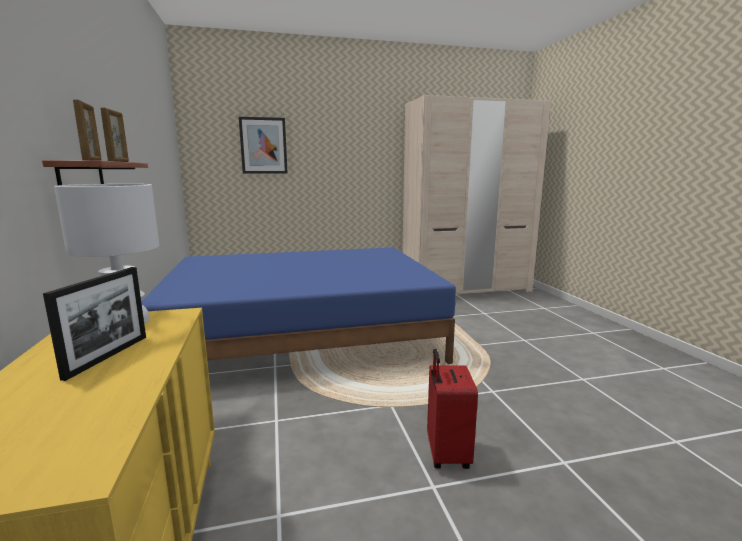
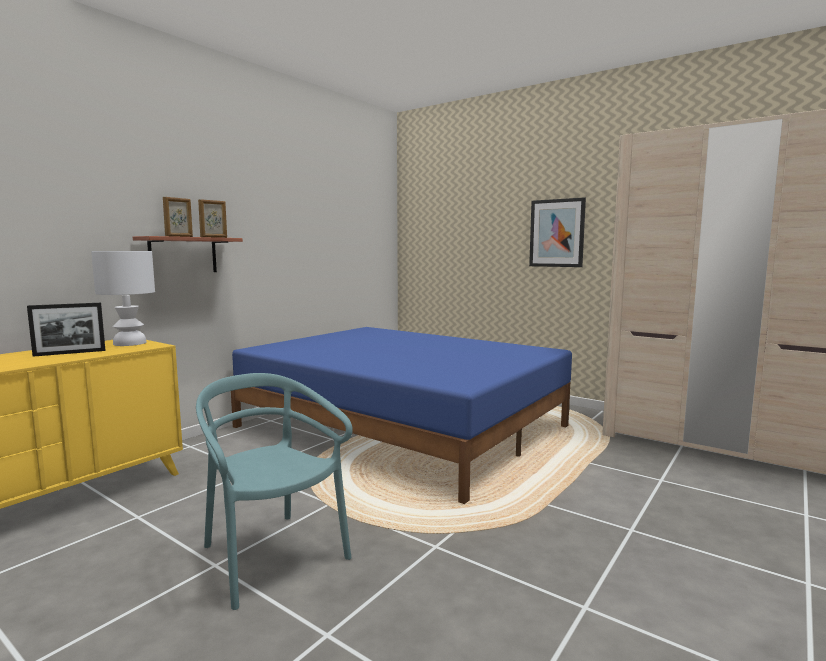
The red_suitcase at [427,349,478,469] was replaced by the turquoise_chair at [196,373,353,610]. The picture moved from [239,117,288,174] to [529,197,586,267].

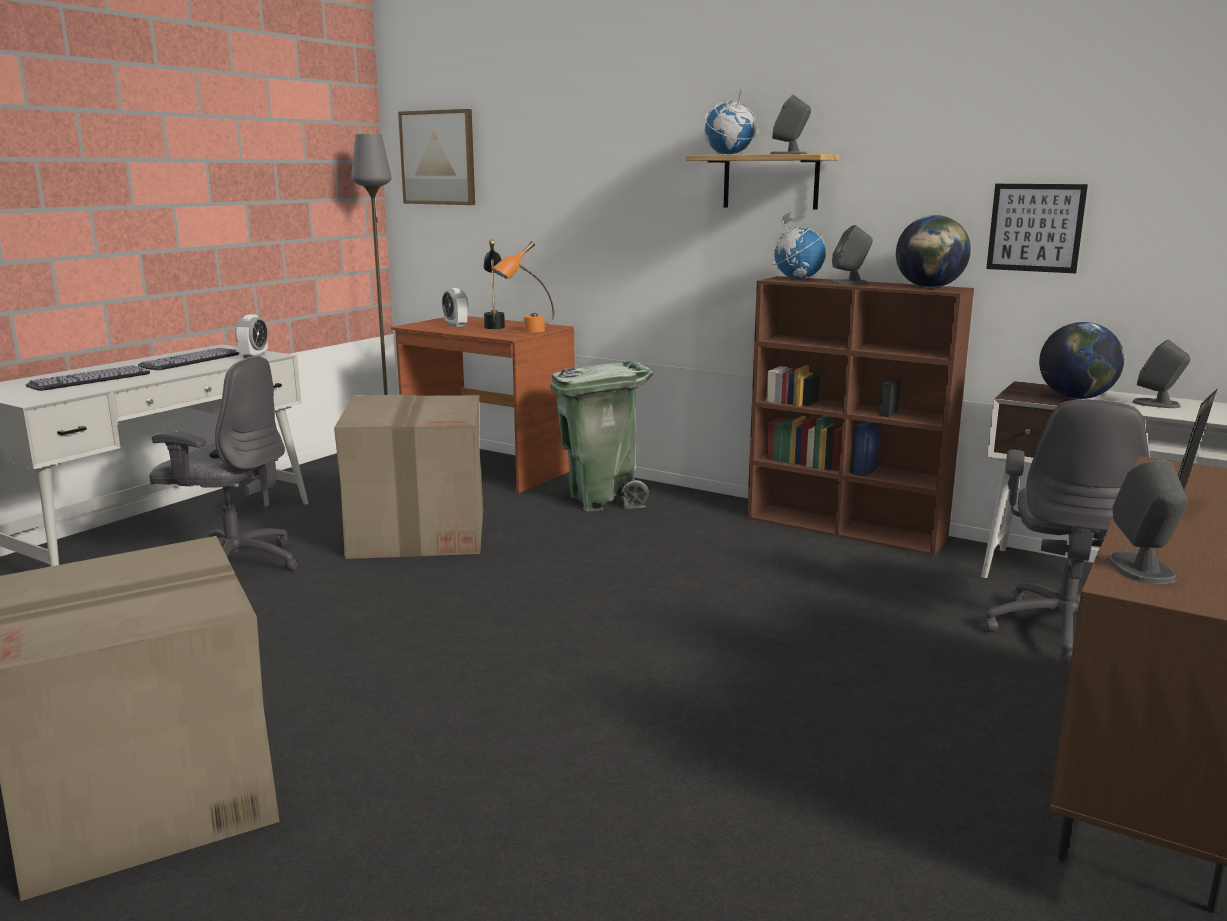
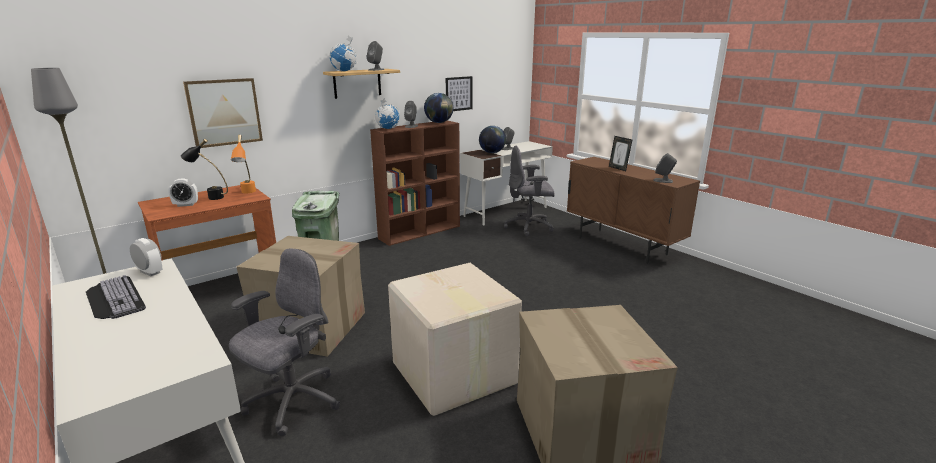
The picture moved from [398,109,475,205] to [183,78,263,148]. The cardboard_box at [388,263,522,416] appeared. The grey_office_chair at [984,399,1149,666] turned 135 degrees clockwise. The keyboard at [26,365,150,391] disappeared.

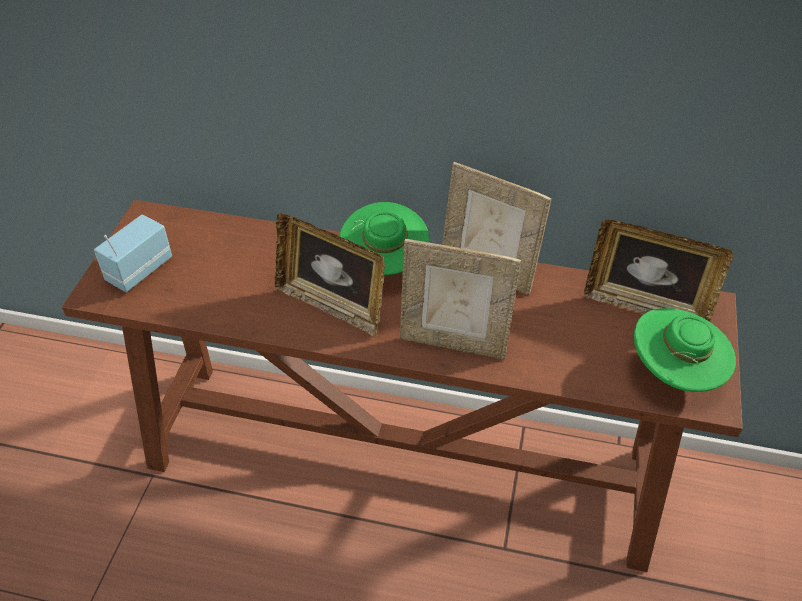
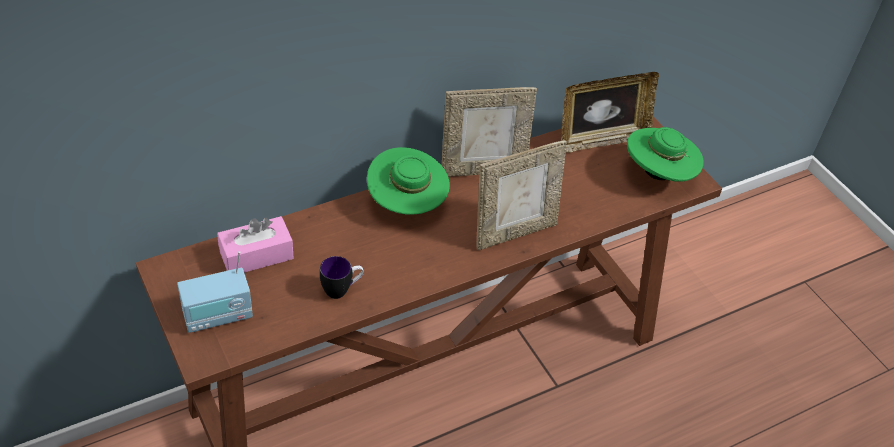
The radio at [94,214,172,292] turned 105 degrees counterclockwise. The pink_tissue_box at [217,216,294,272] appeared. The mug at [320,256,364,299] appeared. The picture_frame at [275,213,385,337] disappeared.

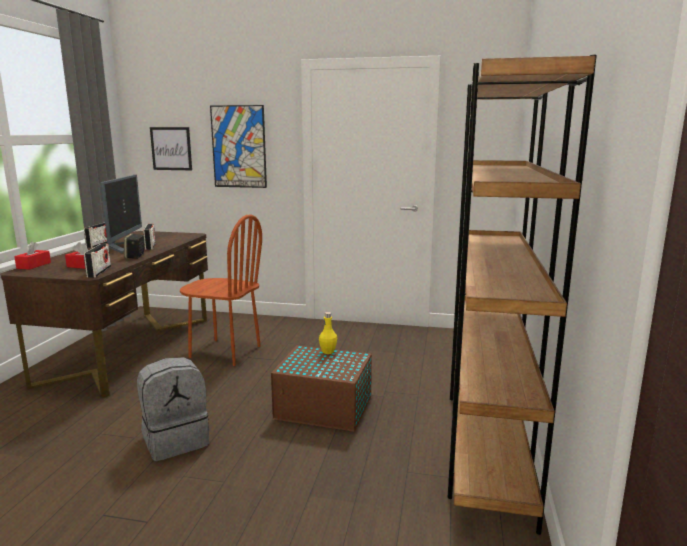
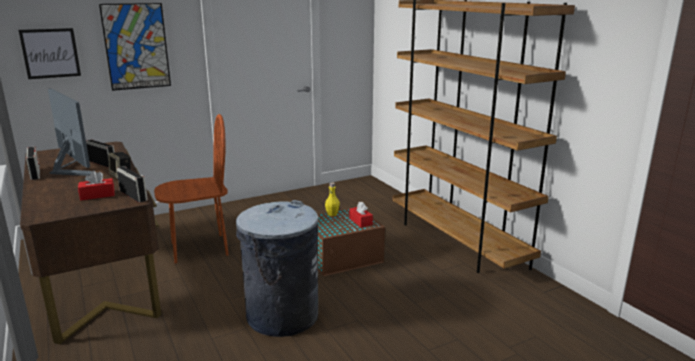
The grey_backpack at [137,357,209,461] was replaced by the grey_trash_can at [236,200,318,337]. The red_tissue_box moved from [14,241,51,270] to [349,202,373,227].

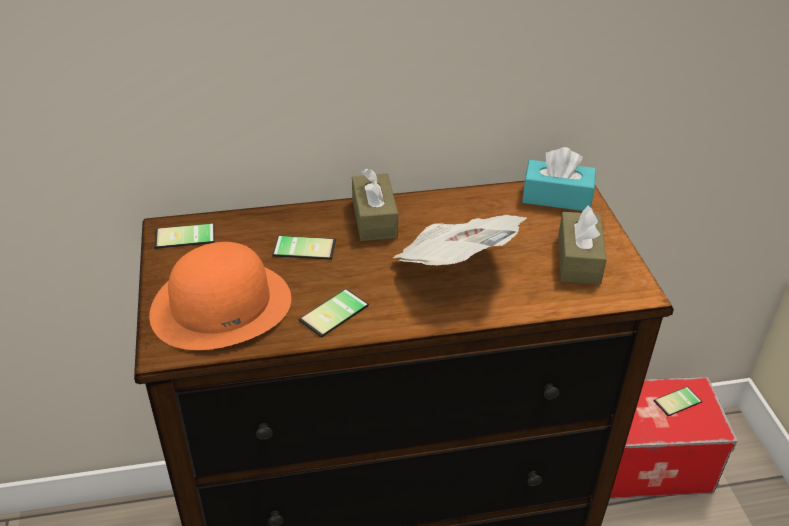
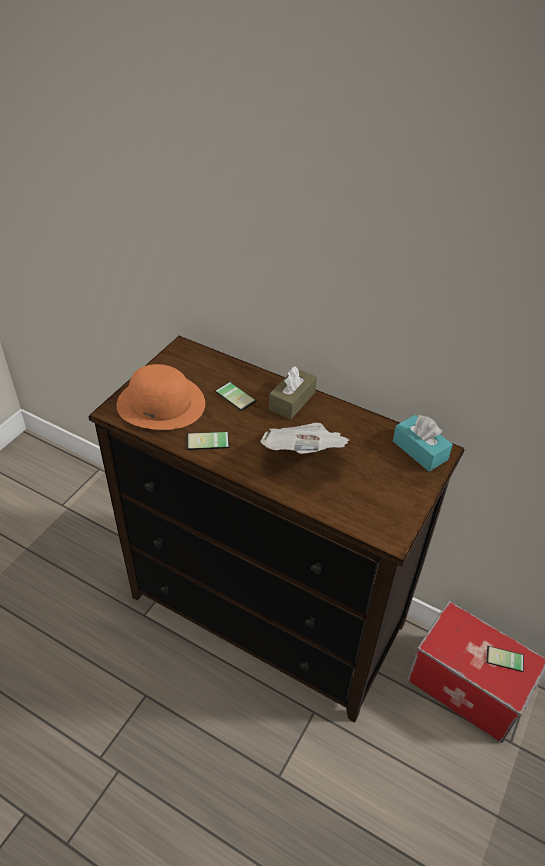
The phone at [154,223,215,249] disappeared. The brown_tissue_box at [558,206,607,284] disappeared.

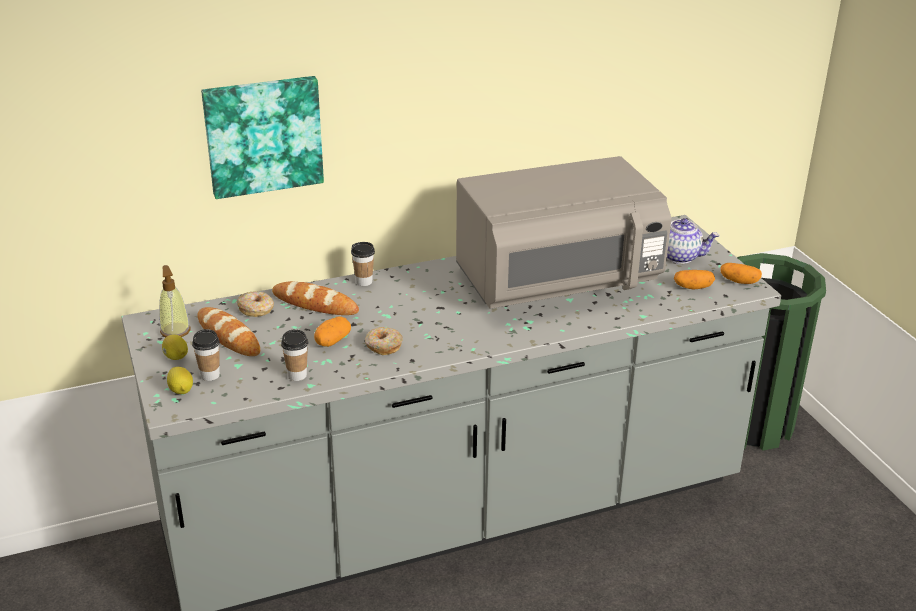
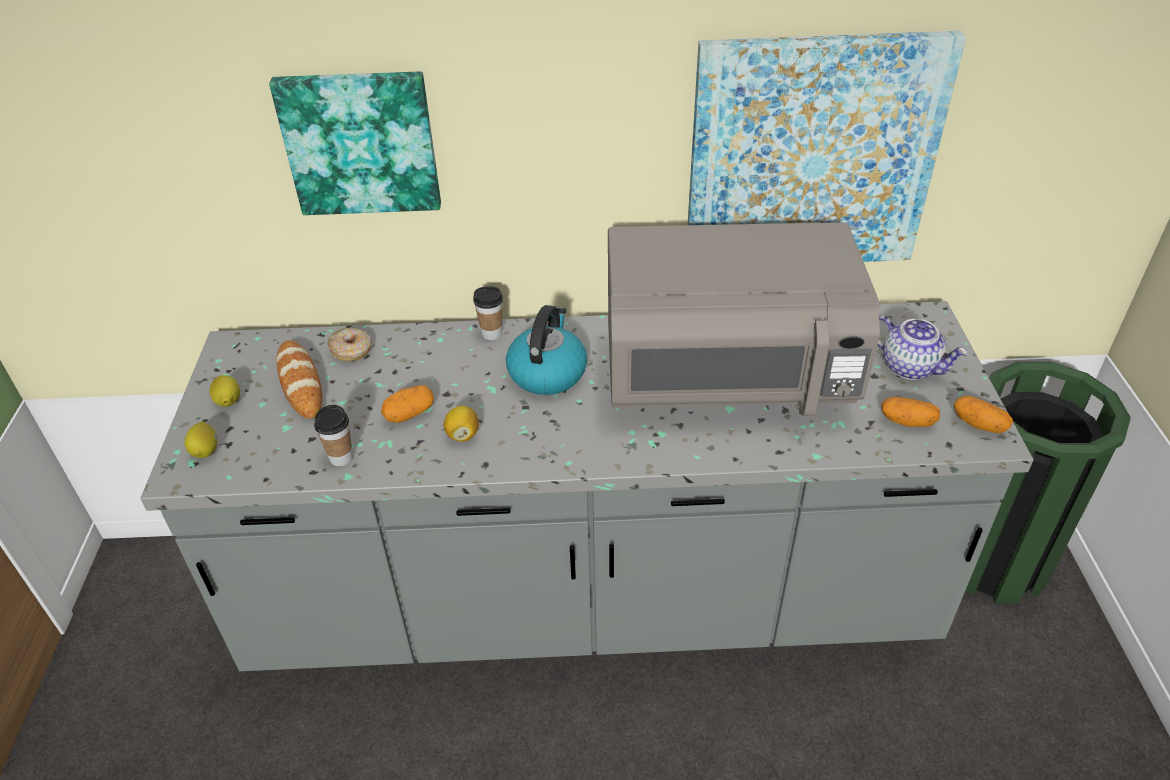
The donut at [365,327,403,355] was replaced by the lemon at [444,406,479,442]. The kettle at [506,305,587,395] appeared. The picture at [688,31,966,262] appeared. The soap_dispenser at [159,265,191,337] disappeared. The cup at [192,329,220,381] disappeared. The bread at [272,281,359,315] disappeared.

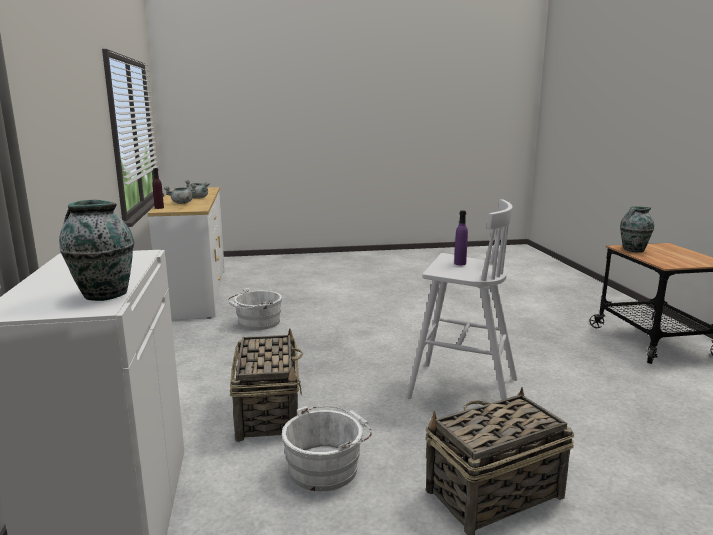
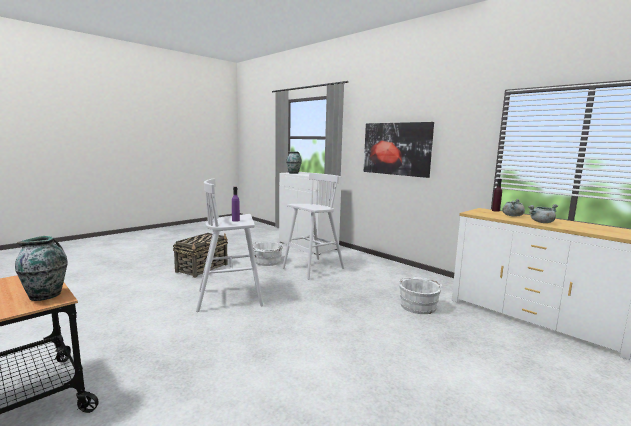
The basket at [230,328,303,442] was replaced by the white_stool at [282,173,345,280]. The picture at [364,122,434,178] appeared.

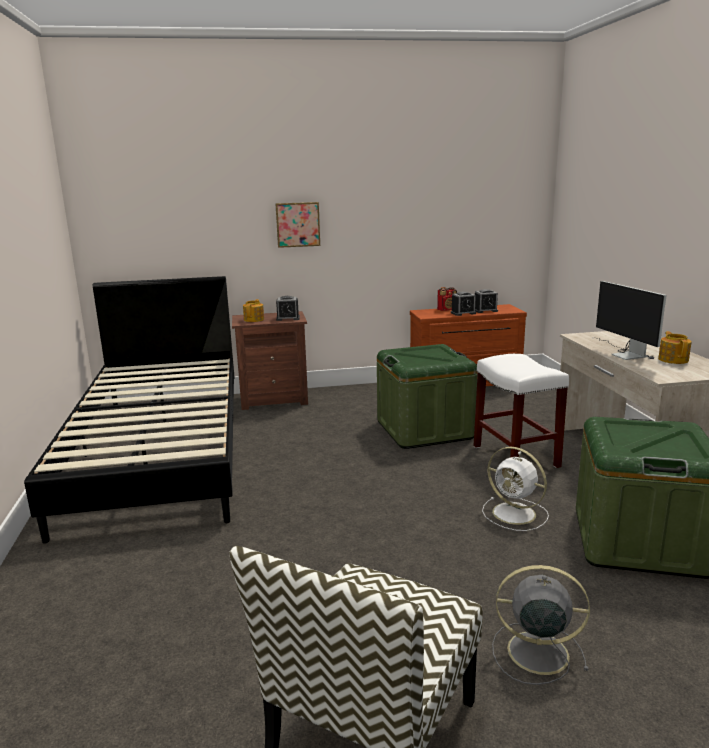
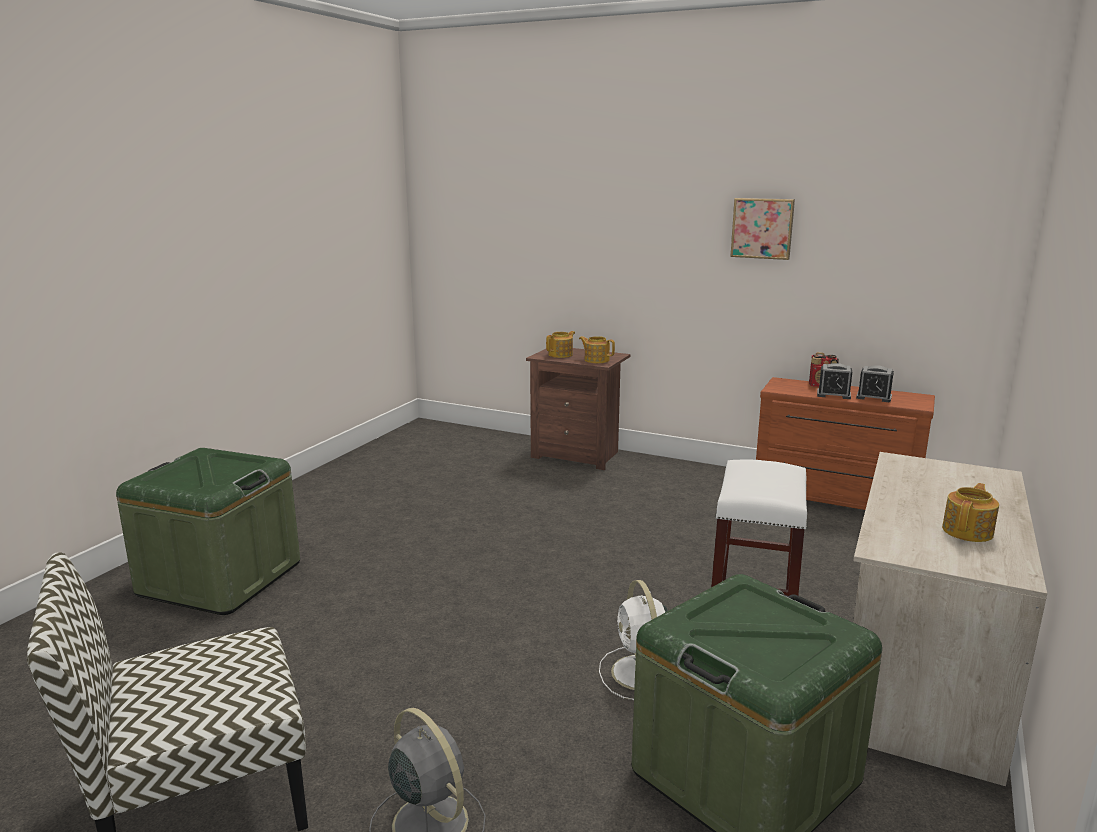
The green_storage_box moved from [377,344,478,449] to [116,448,300,615]. The alarm_clock at [276,296,300,321] was replaced by the teapot at [579,336,615,363]. The picture moved from [275,202,320,248] to [730,198,795,260]. The black_bed at [24,276,234,544] disappeared. The monitor at [596,281,667,360] disappeared.

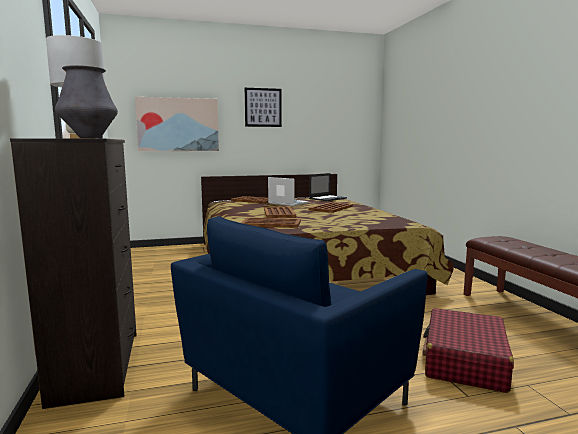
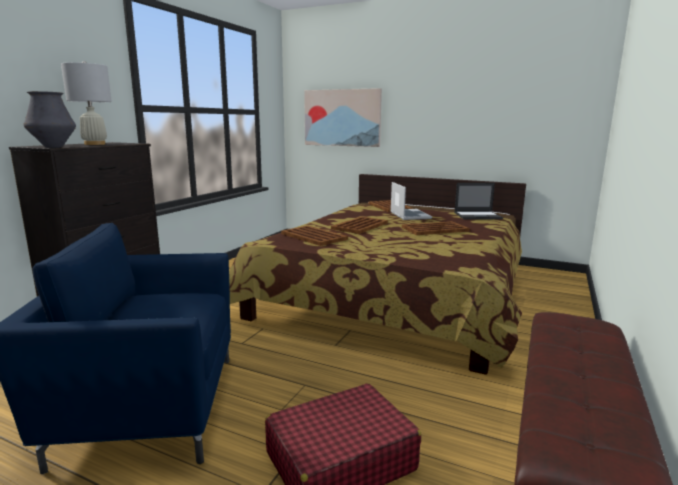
The picture at [245,88,282,127] disappeared.

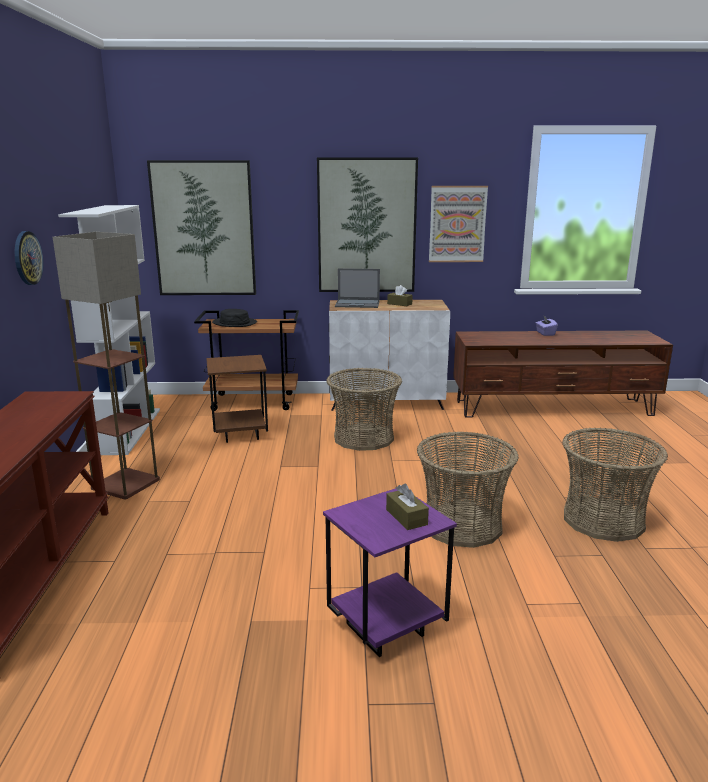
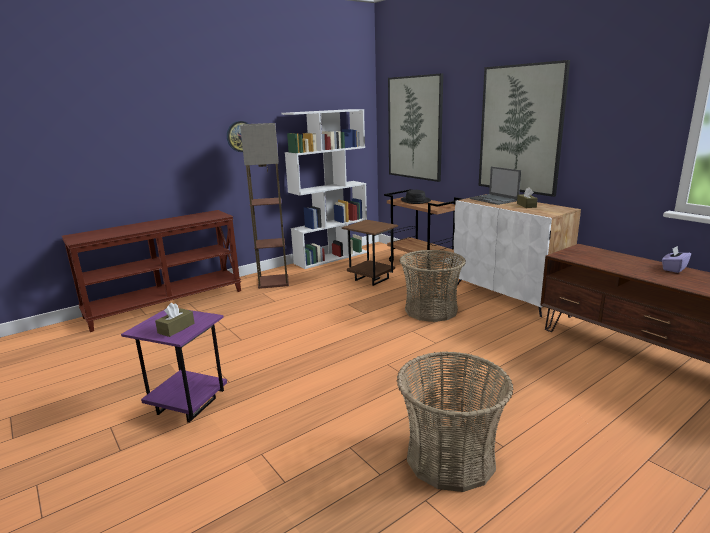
The basket at [417,431,519,548] disappeared. The picture at [429,186,488,262] disappeared.

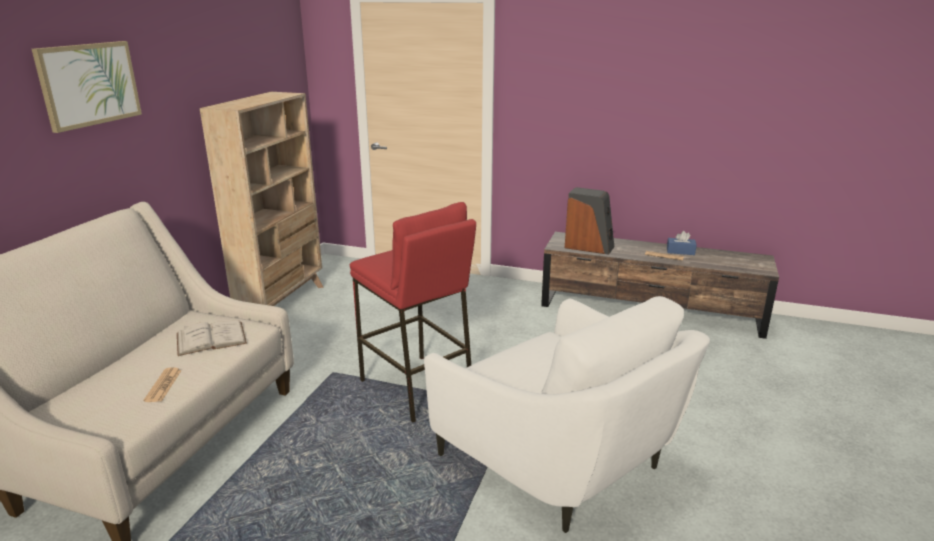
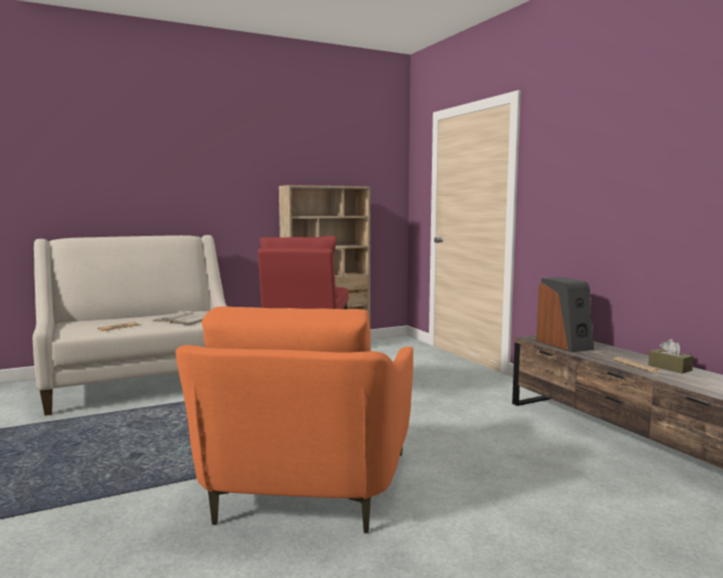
The white_armchair at [424,296,710,533] became the orange_armchair at [176,306,413,533]. The blue_tissue_box at [667,231,697,255] became the brown_tissue_box at [648,339,694,374]. The picture at [32,41,142,133] disappeared.

